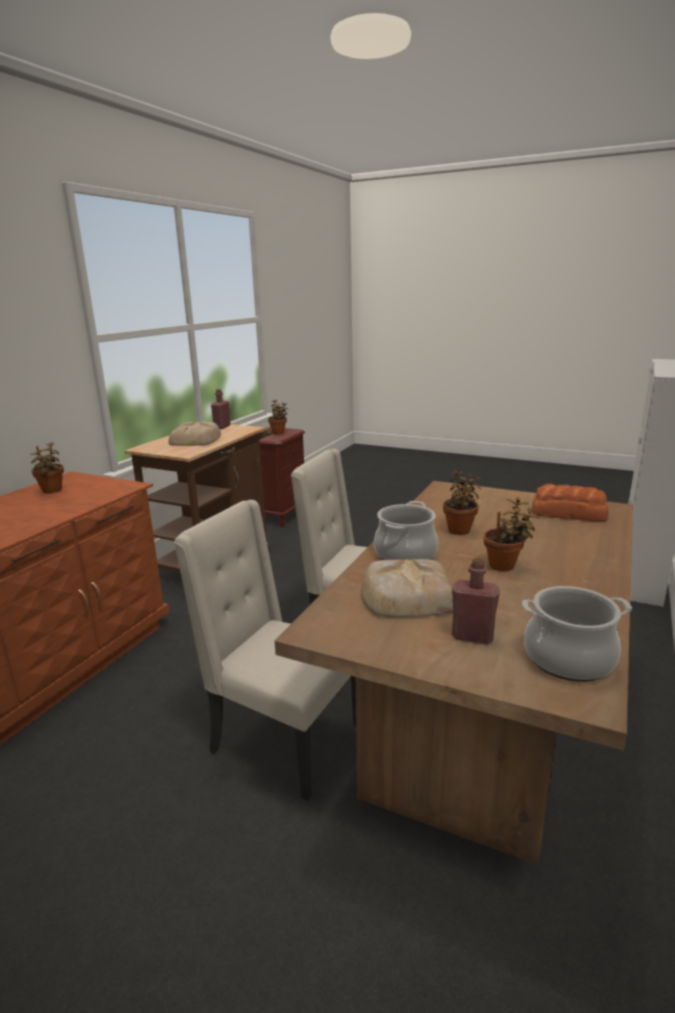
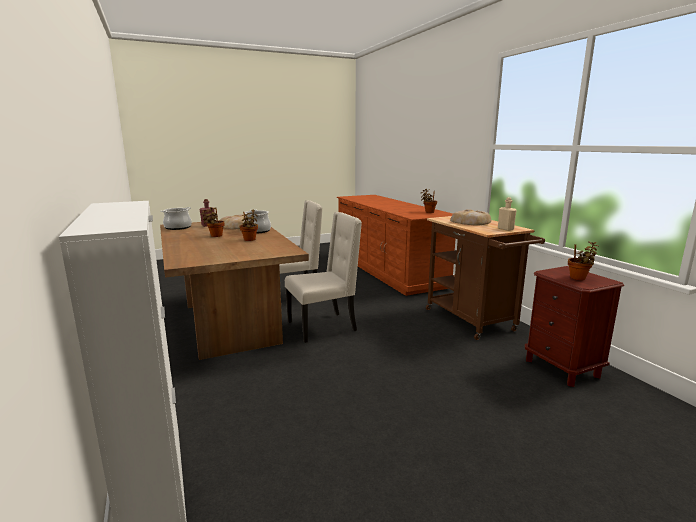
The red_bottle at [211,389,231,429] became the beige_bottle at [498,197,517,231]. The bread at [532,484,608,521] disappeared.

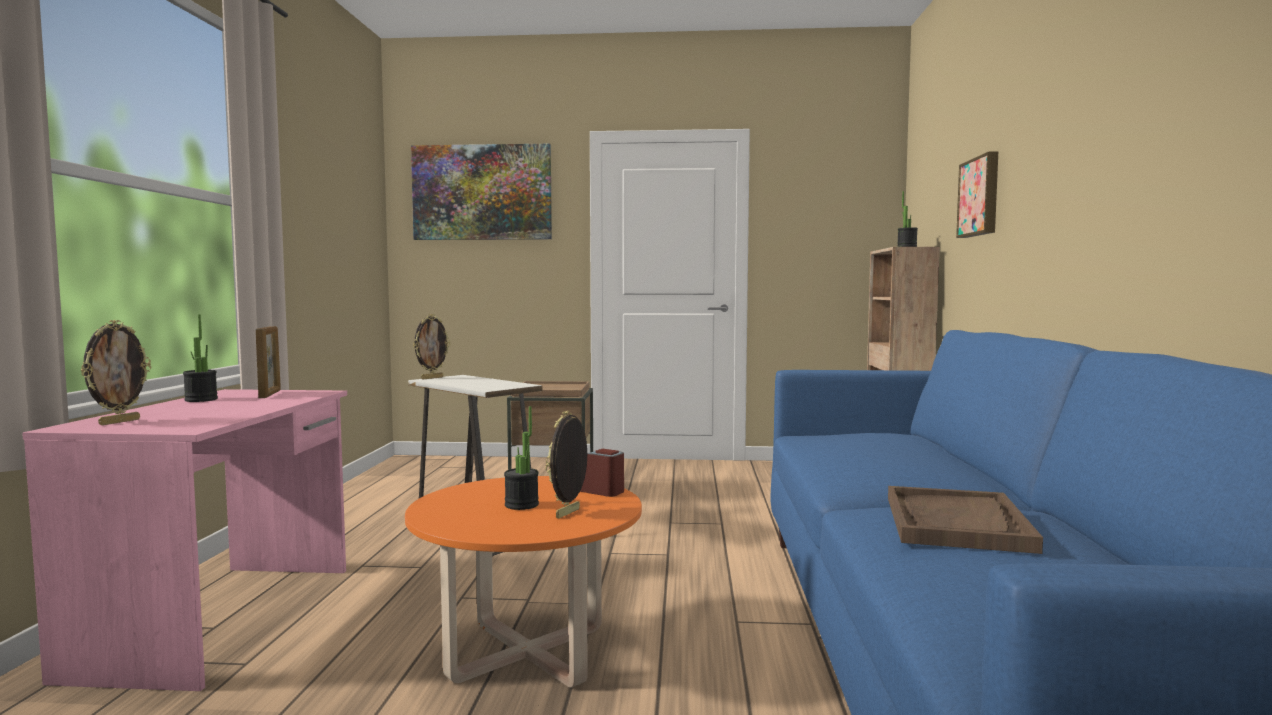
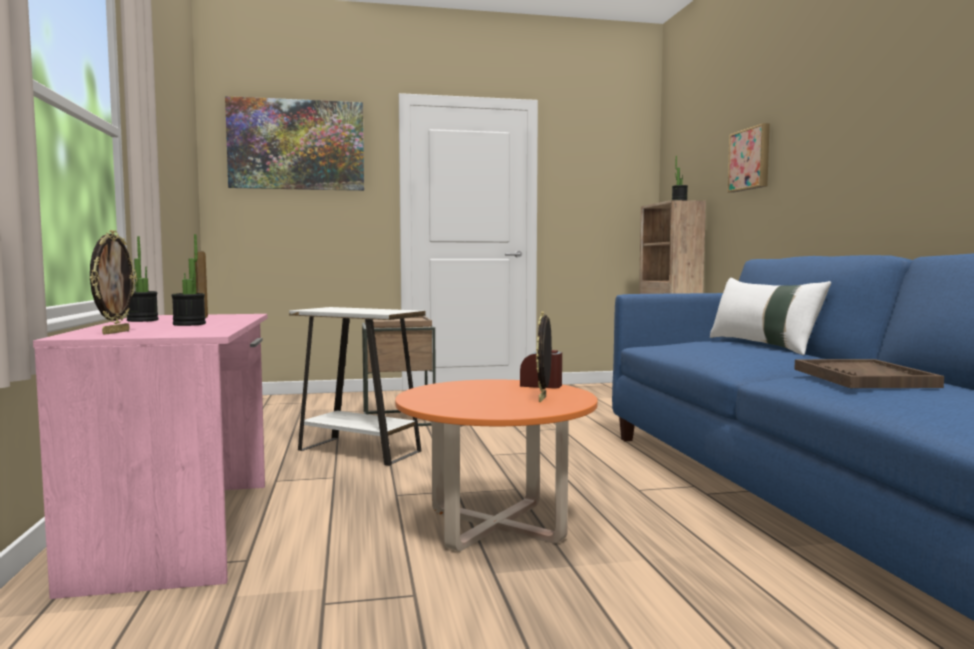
The potted_plant moved from [504,406,539,510] to [172,234,206,326]. The white_pillow at [710,278,831,355] appeared. The picture_frame at [413,314,451,379] disappeared.

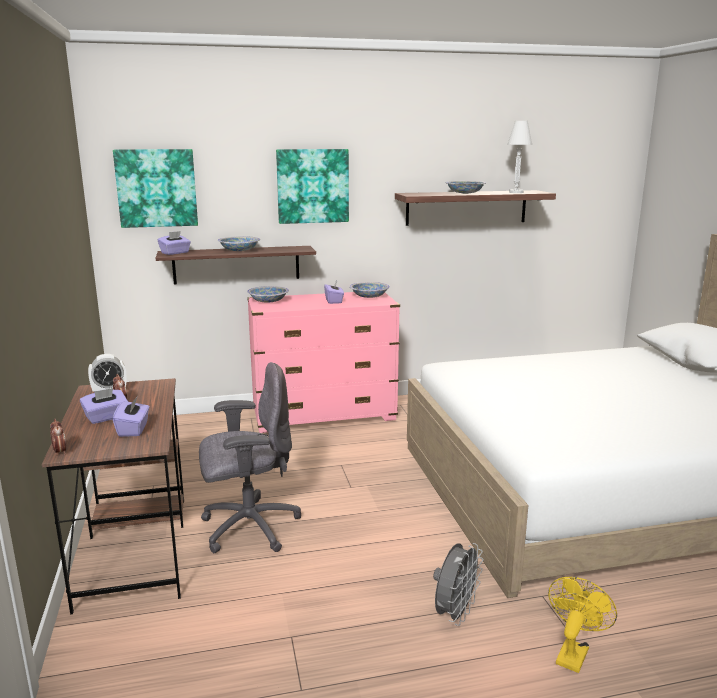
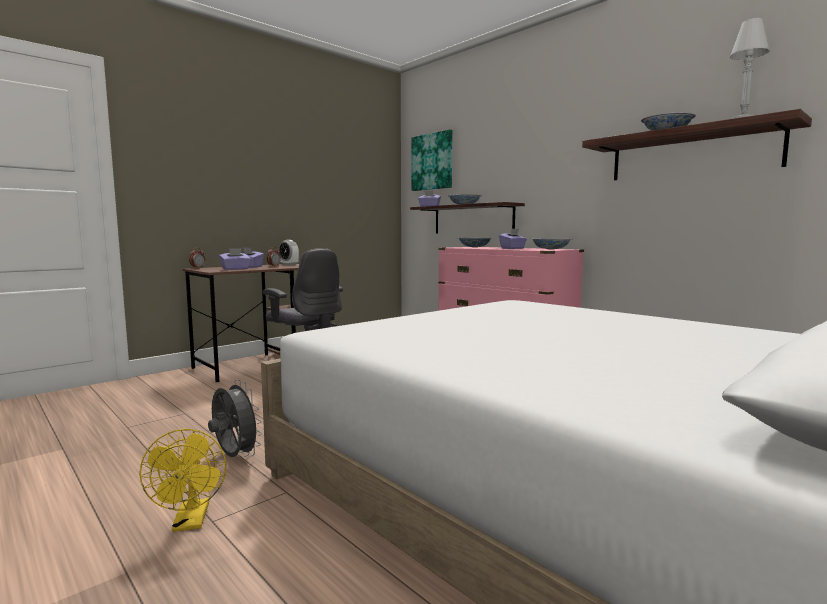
The yellow_fan at [548,577,617,673] turned 75 degrees clockwise. The grey_fan at [433,543,484,626] turned 135 degrees counterclockwise. The picture at [276,149,349,224] disappeared.

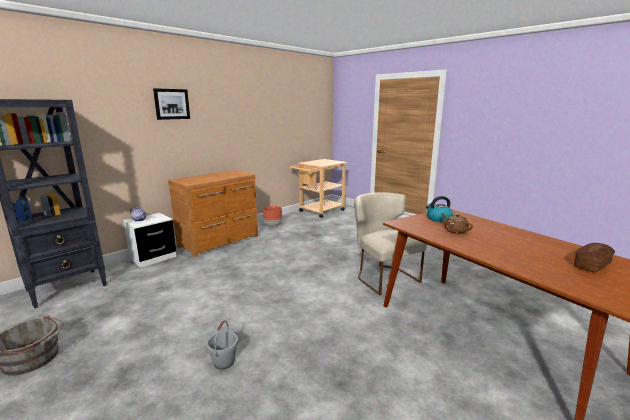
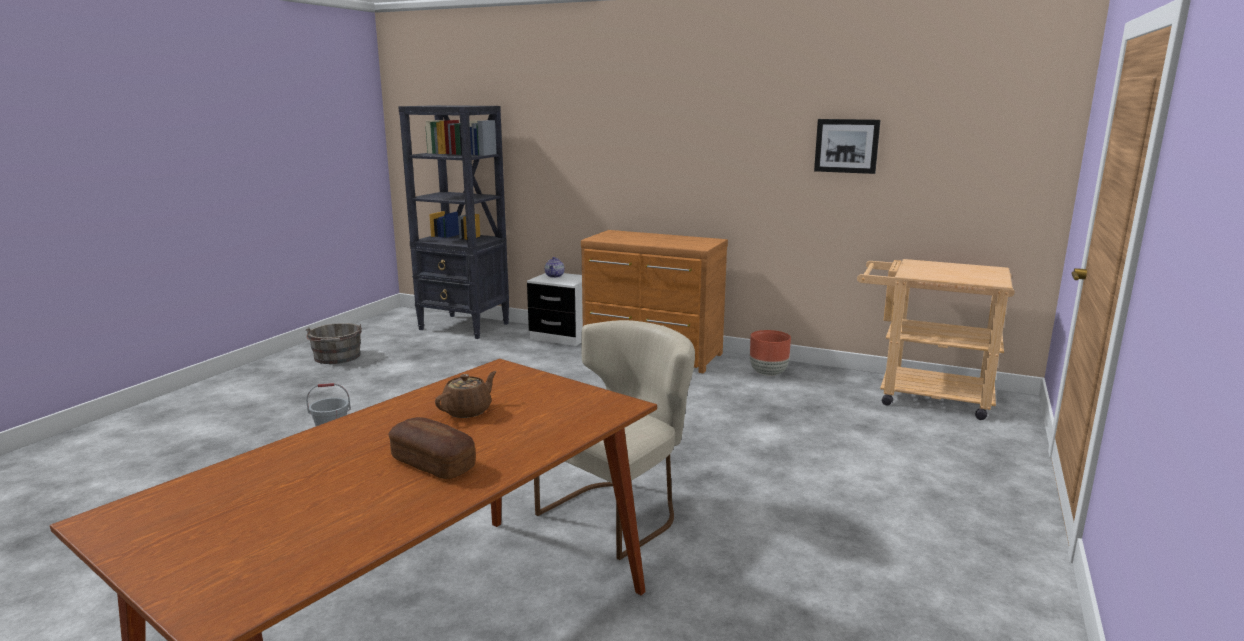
The bread moved from [574,243,615,272] to [388,417,476,479]. The picture moved from [153,88,190,120] to [814,119,881,174]. The kettle at [426,196,453,222] disappeared.

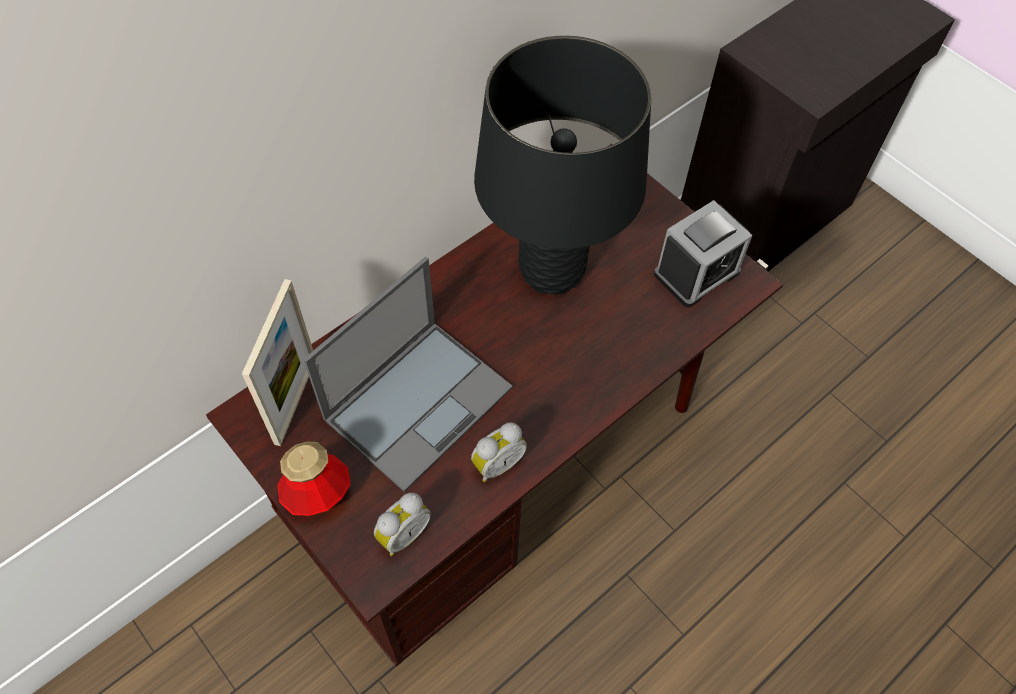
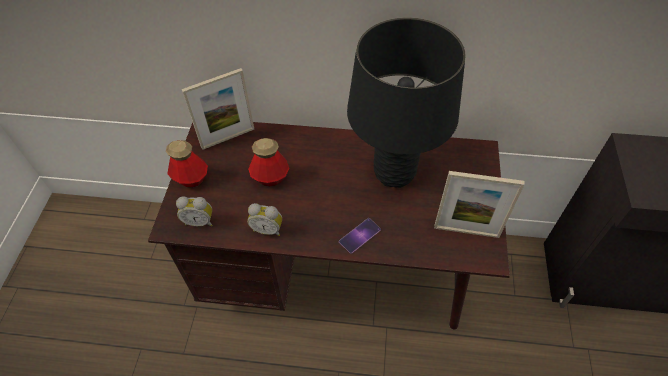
The laptop at [303,257,513,492] was replaced by the bottle at [248,138,290,186]. The phone at [339,218,381,254] appeared. The alarm_clock at [654,200,753,308] was replaced by the picture_frame at [434,171,525,238].

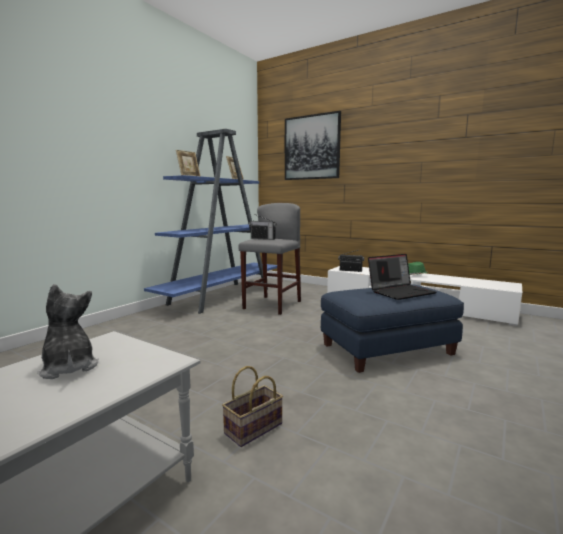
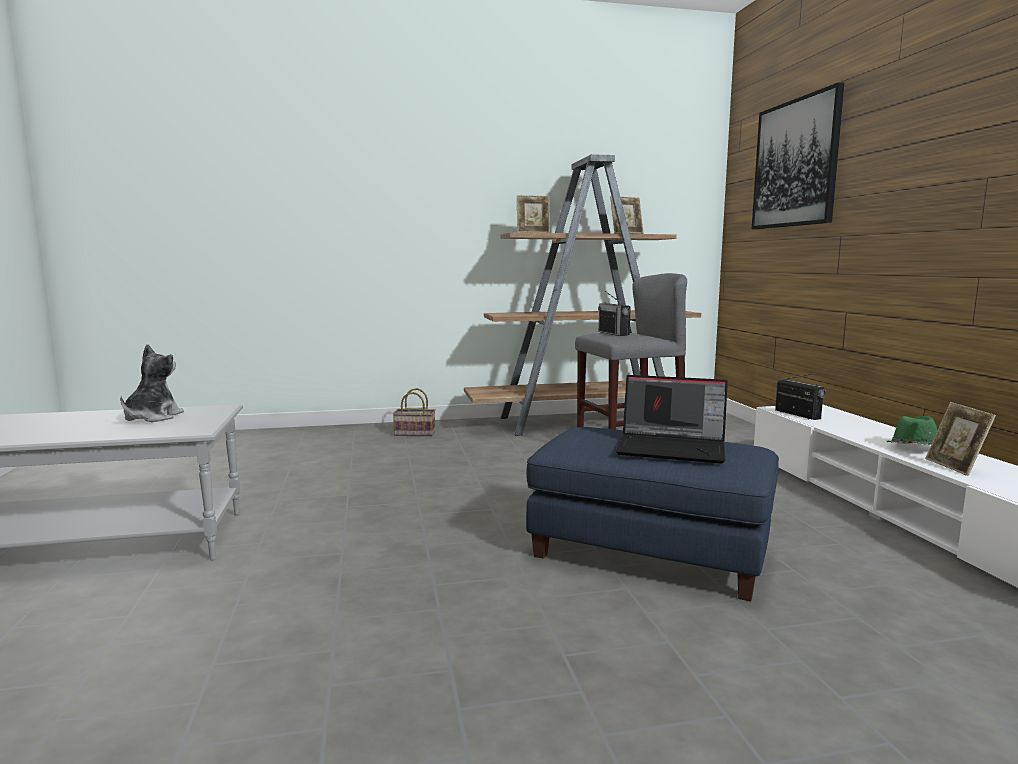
The basket moved from [222,366,283,447] to [393,388,435,436]. The blue_bookcase at [144,129,277,314] became the brown_bookcase at [464,154,701,436]. The picture_frame at [925,402,996,476] appeared.

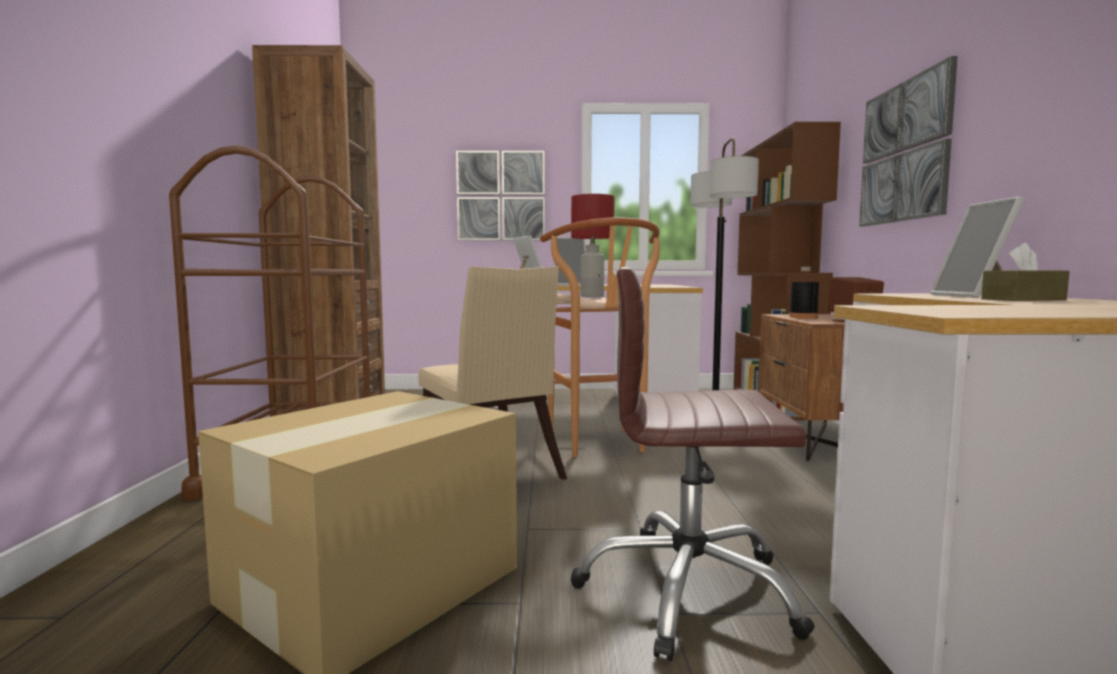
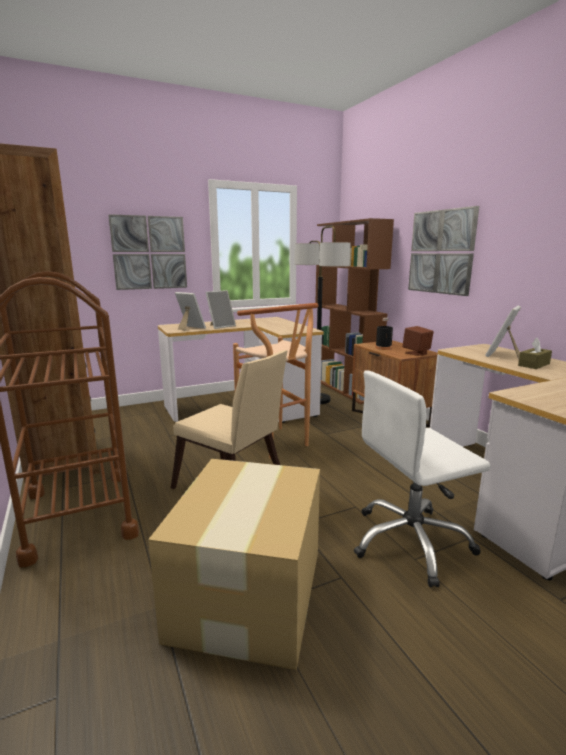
The brown_office_chair at [571,267,815,661] became the white_office_chair at [354,370,491,587]. The picture_frame at [930,197,1025,298] turned 60 degrees clockwise. The red_table_lamp at [571,194,614,297] disappeared.

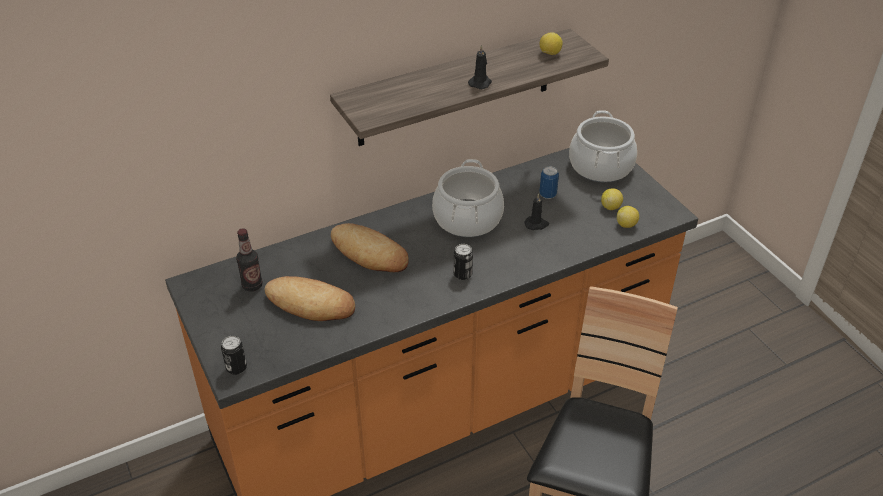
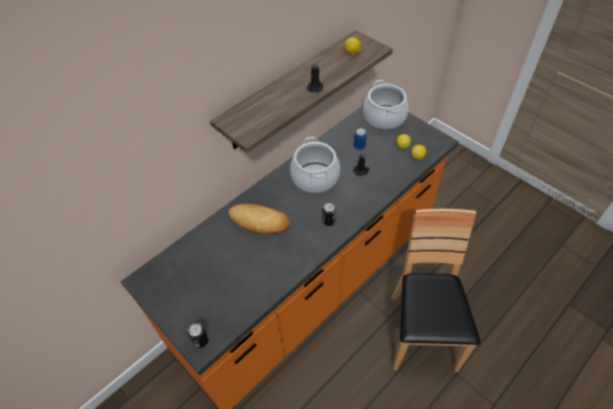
The bottle at [236,228,263,292] disappeared. The bread at [264,276,355,321] disappeared.

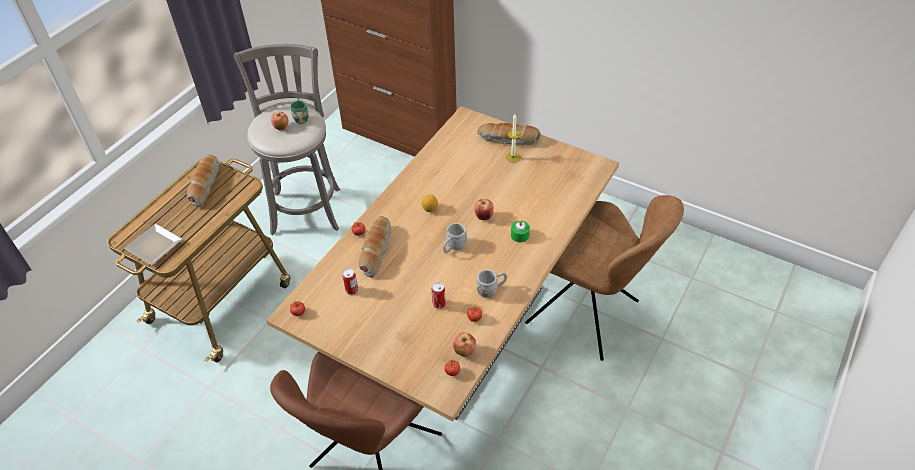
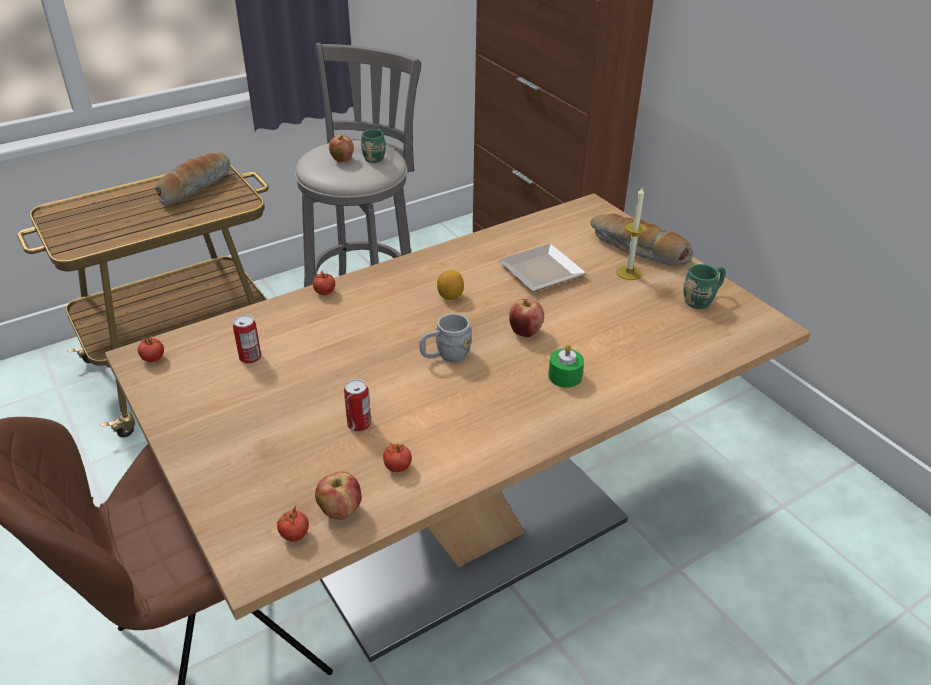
The plate moved from [124,223,183,265] to [498,244,587,292]. The green_mug at [684,264,725,309] appeared. The bread at [359,216,391,278] disappeared. The grey_mug at [476,270,507,298] disappeared. The brown_chair at [525,195,684,361] disappeared.

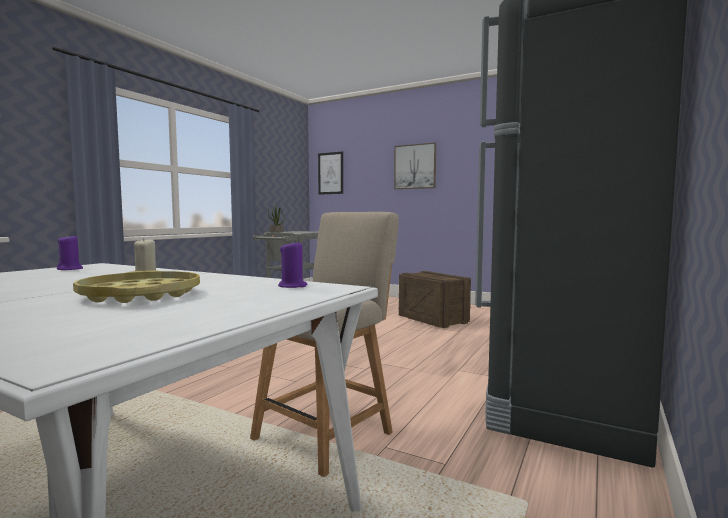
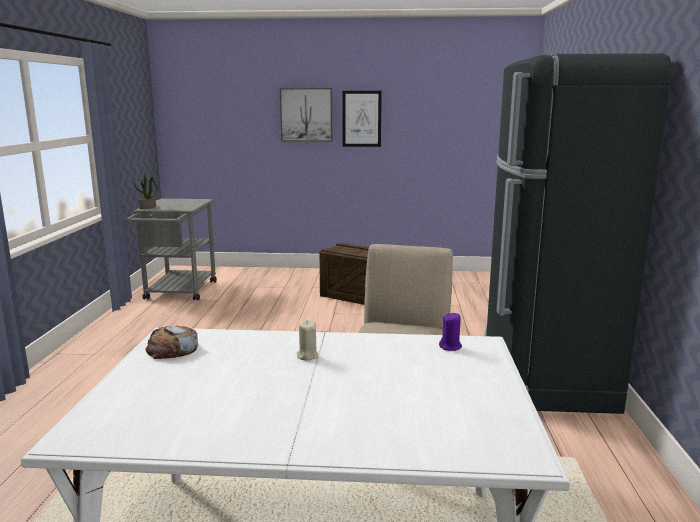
The purple_candle at [57,235,83,270] was replaced by the bread at [145,325,198,359]. The picture moved from [318,151,343,195] to [342,91,382,147]. The yellow_tray at [73,270,200,303] disappeared.

